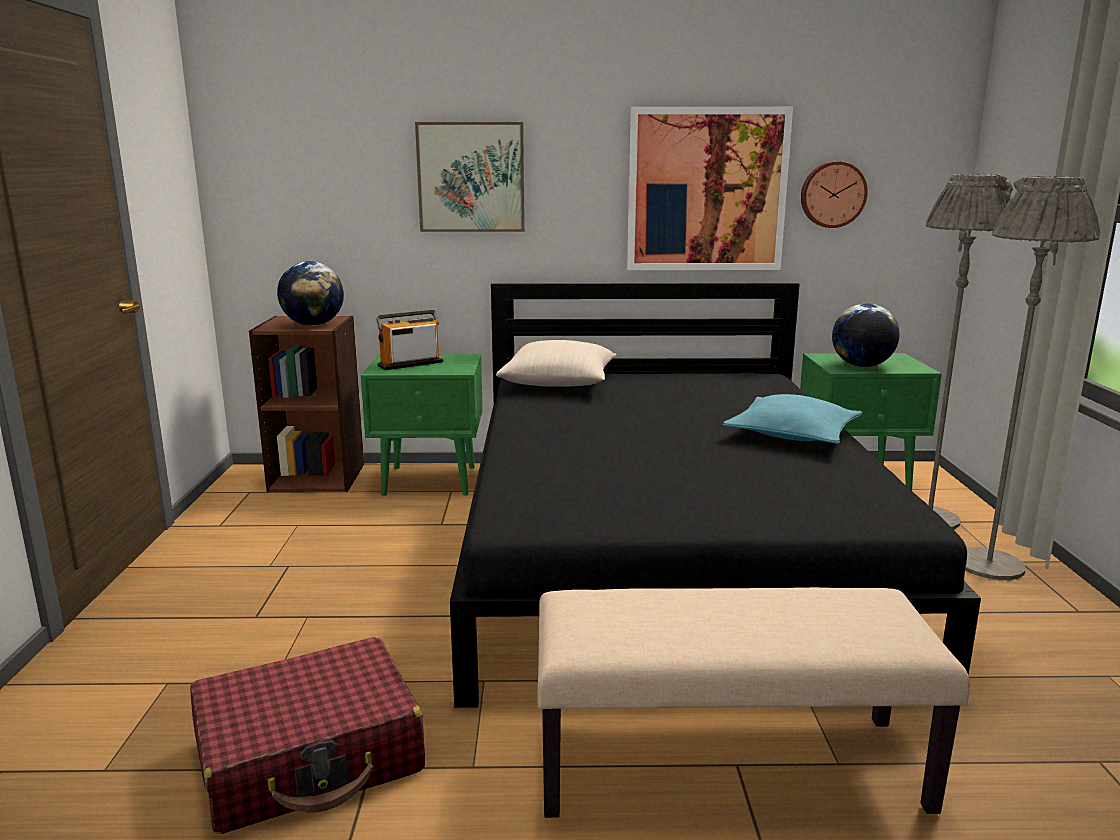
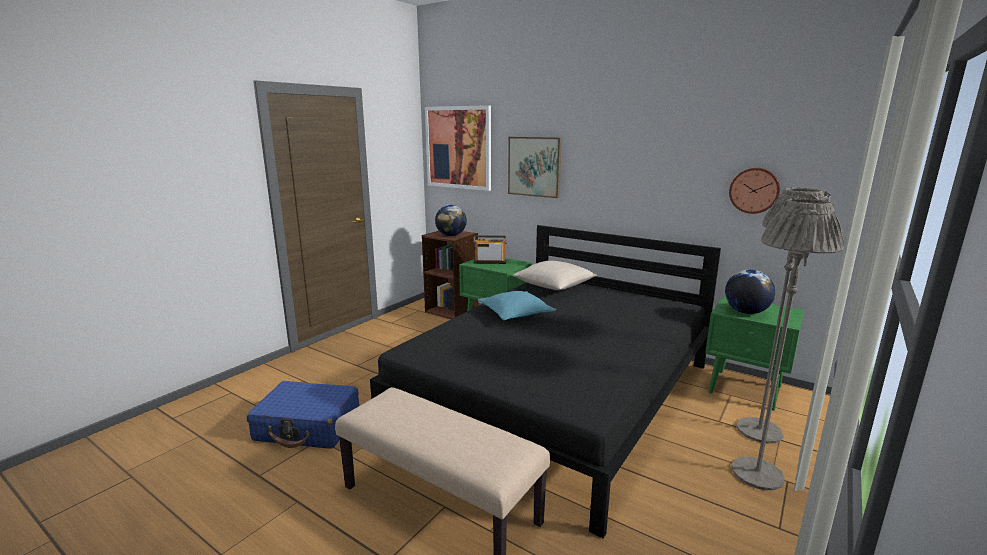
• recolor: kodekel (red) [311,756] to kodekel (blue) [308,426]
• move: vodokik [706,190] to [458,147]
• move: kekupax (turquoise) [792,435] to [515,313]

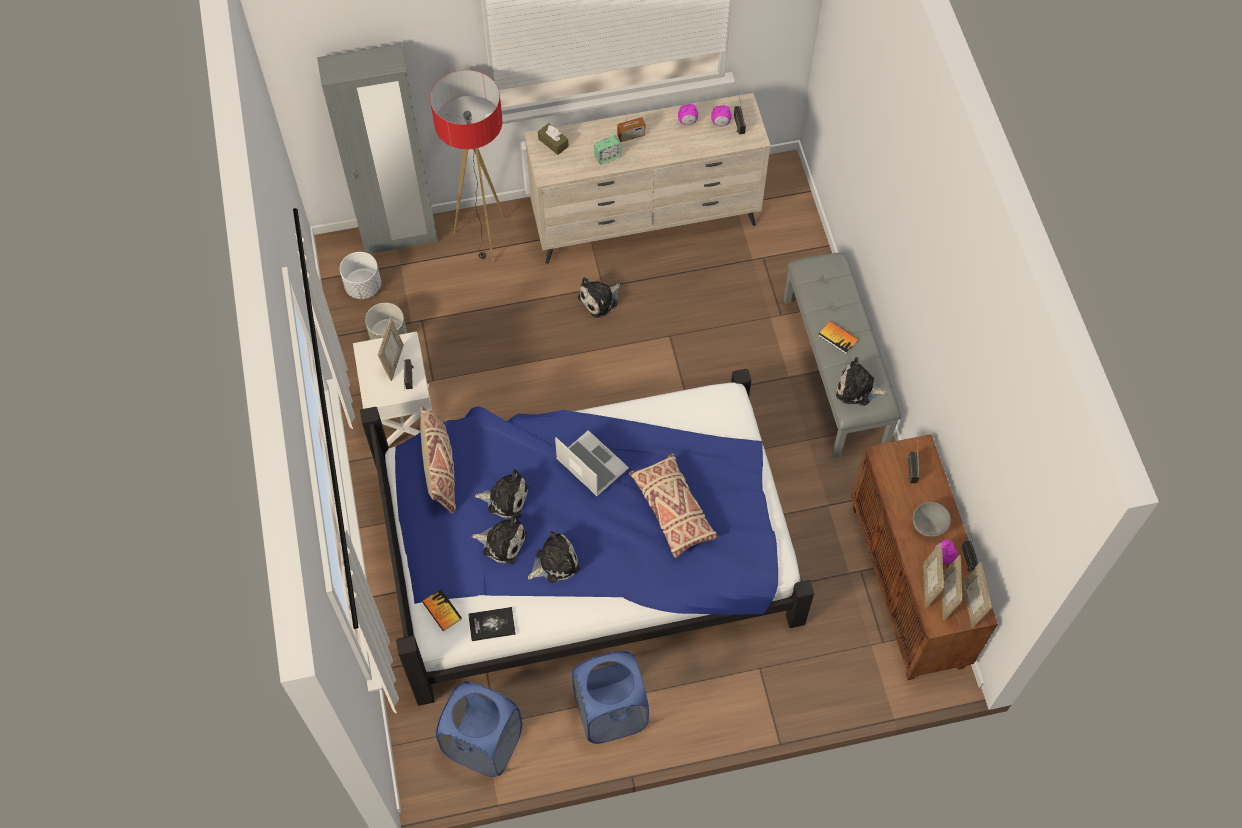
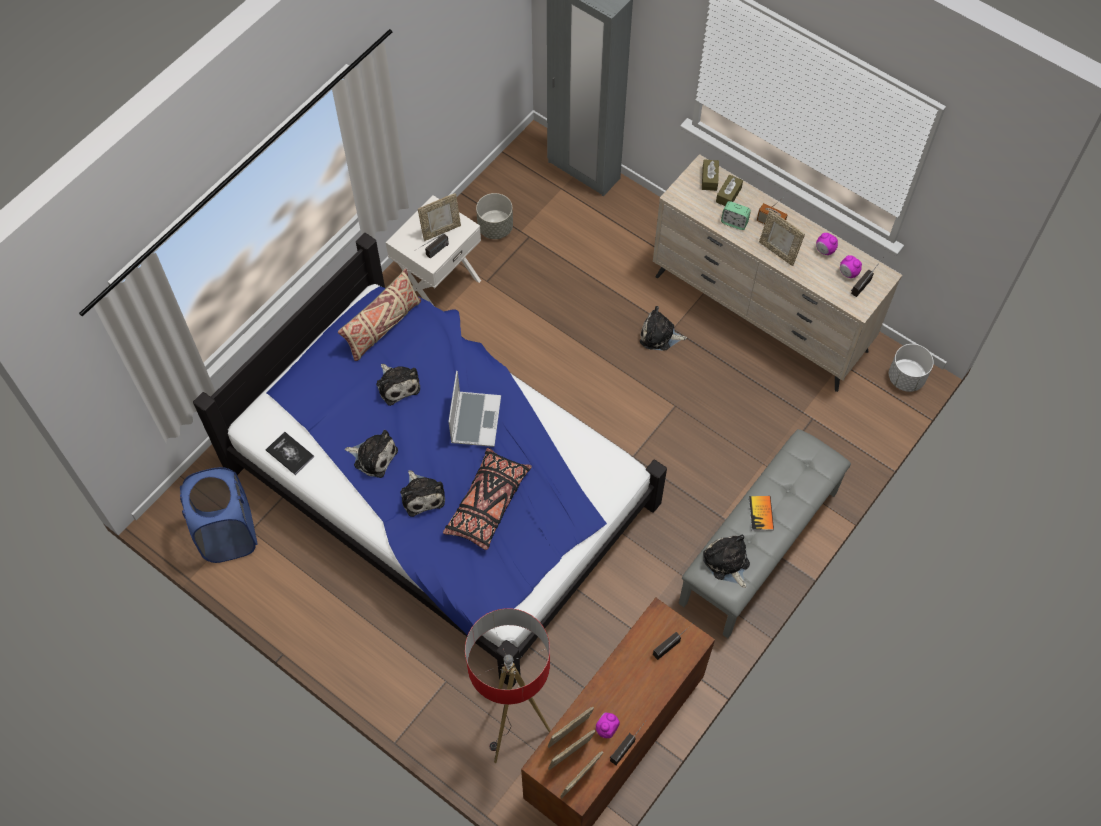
• move: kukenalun [502,542] to [422,495]
• recolor: kekupax (beige) [673,510] to kekupax (black) [487,504]
• move: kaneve [484,238] to [513,731]
• insert: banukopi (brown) [728,195]
• insert: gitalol [778,252]
• move: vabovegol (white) [363,286] to [905,378]
• delete: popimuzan [442,610]
• delete: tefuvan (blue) [610,713]
• delete: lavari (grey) [929,526]

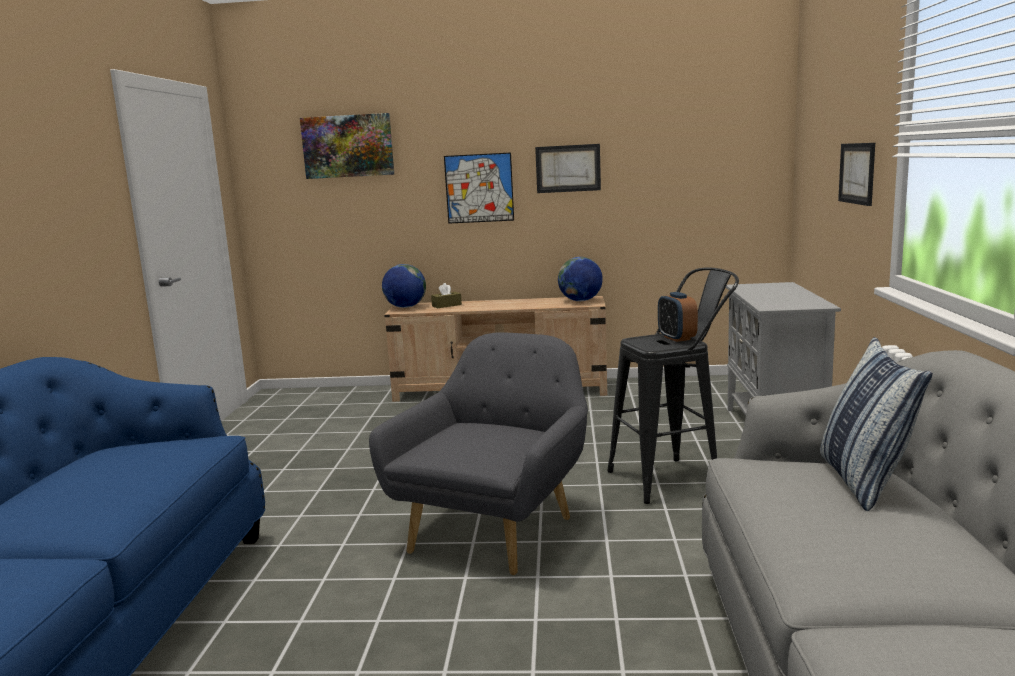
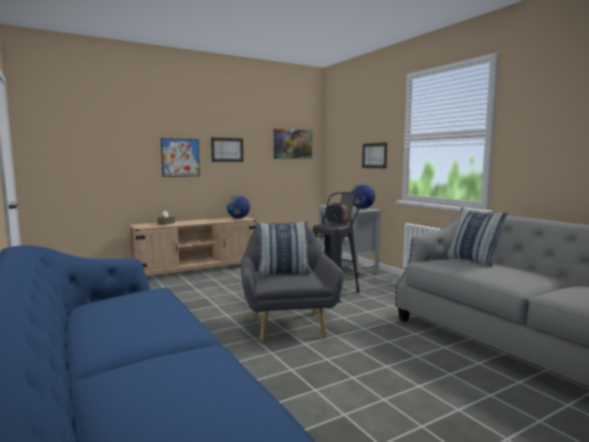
• insert: kekupax [283,272]
• move: vodokik [348,146] to [292,144]
• move: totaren [405,307] to [362,208]

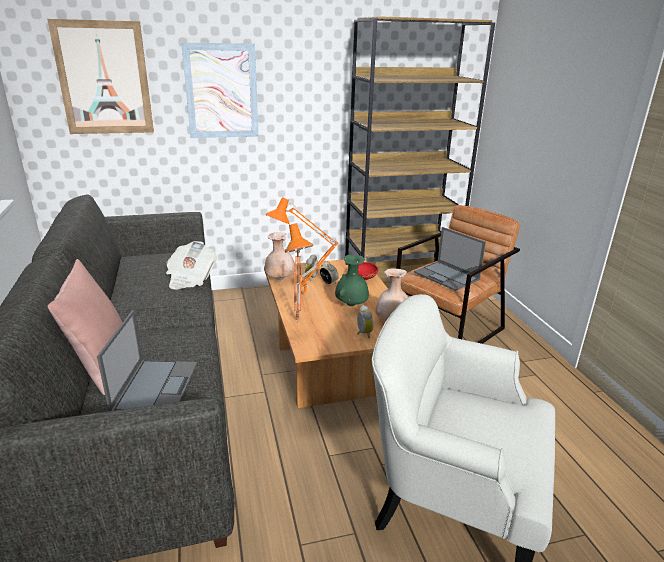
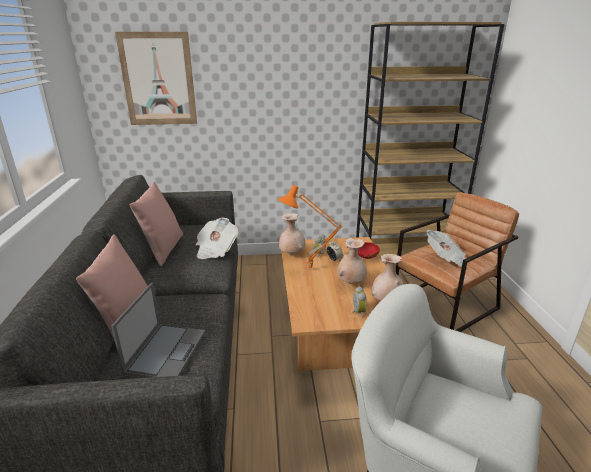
• insert: kekupax (pink) [163,250]
• recolor: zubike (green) [351,305] to zubike (beige) [351,283]
• replace: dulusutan [447,276] to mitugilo [445,258]
• delete: vodokik [221,91]
• delete: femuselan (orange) [299,322]

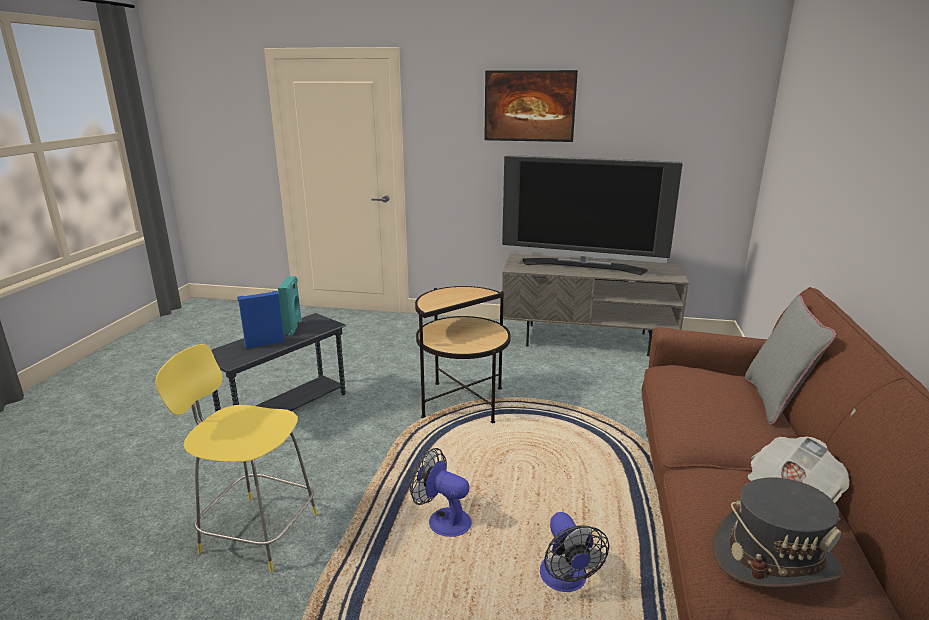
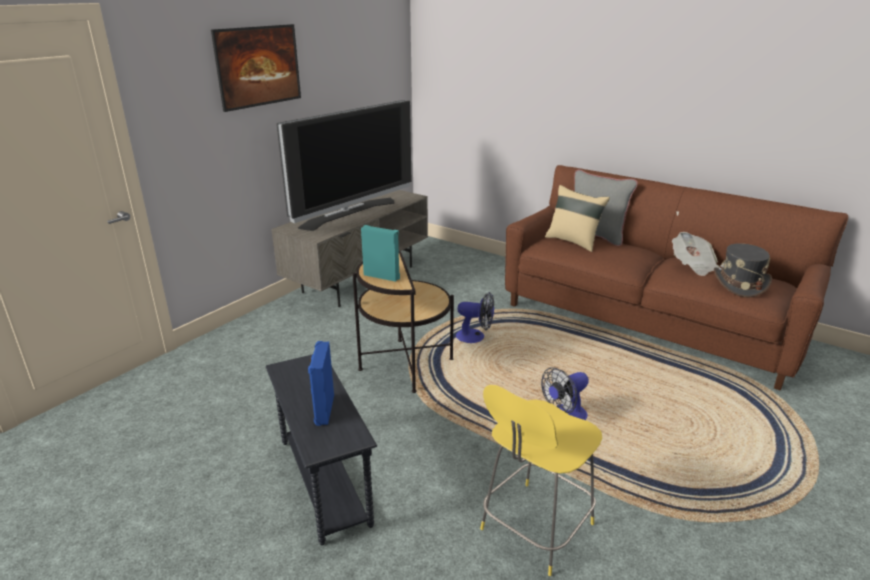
• move: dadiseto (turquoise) [293,328] to [382,276]
• move: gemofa [566,581] to [475,337]
• insert: kekupax (beige) [573,241]

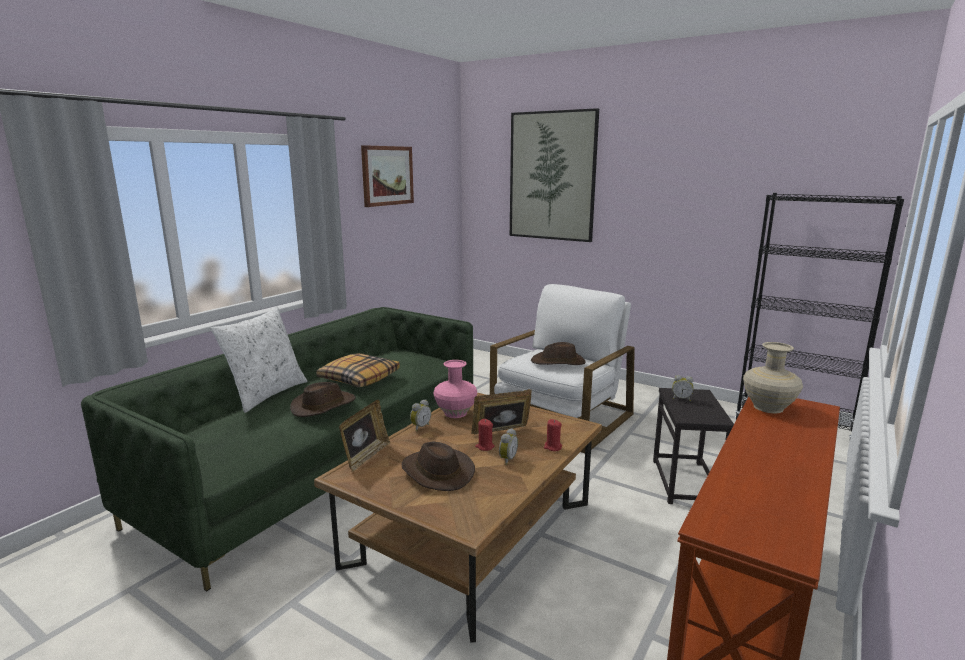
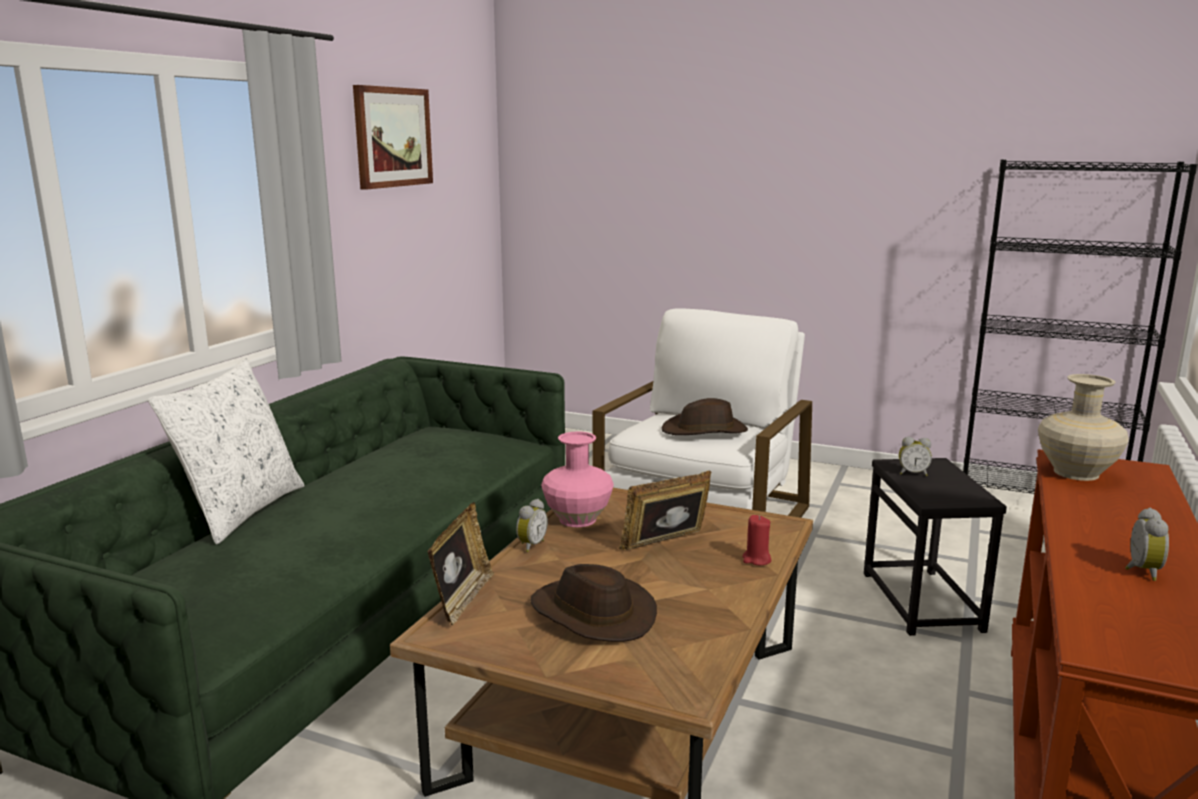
• move: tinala [507,459] to [1140,571]
• delete: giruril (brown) [323,406]
• delete: kekupax [359,378]
• delete: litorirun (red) [485,447]
• delete: vodokik [552,176]

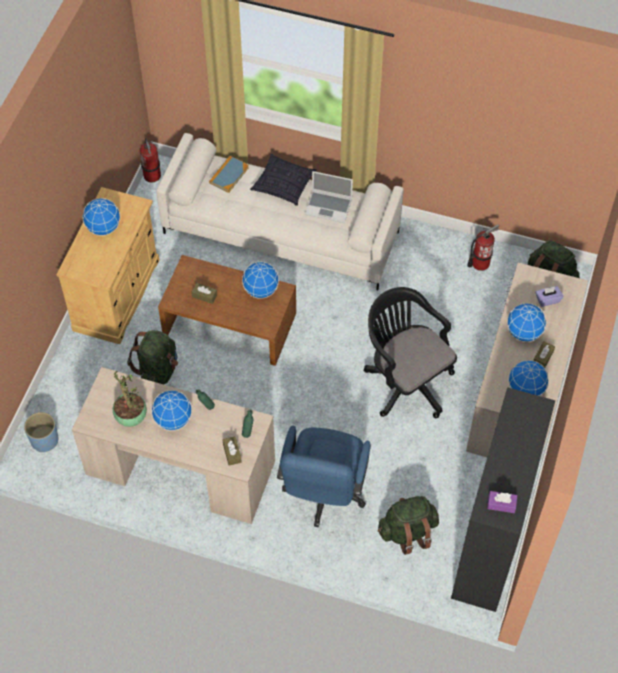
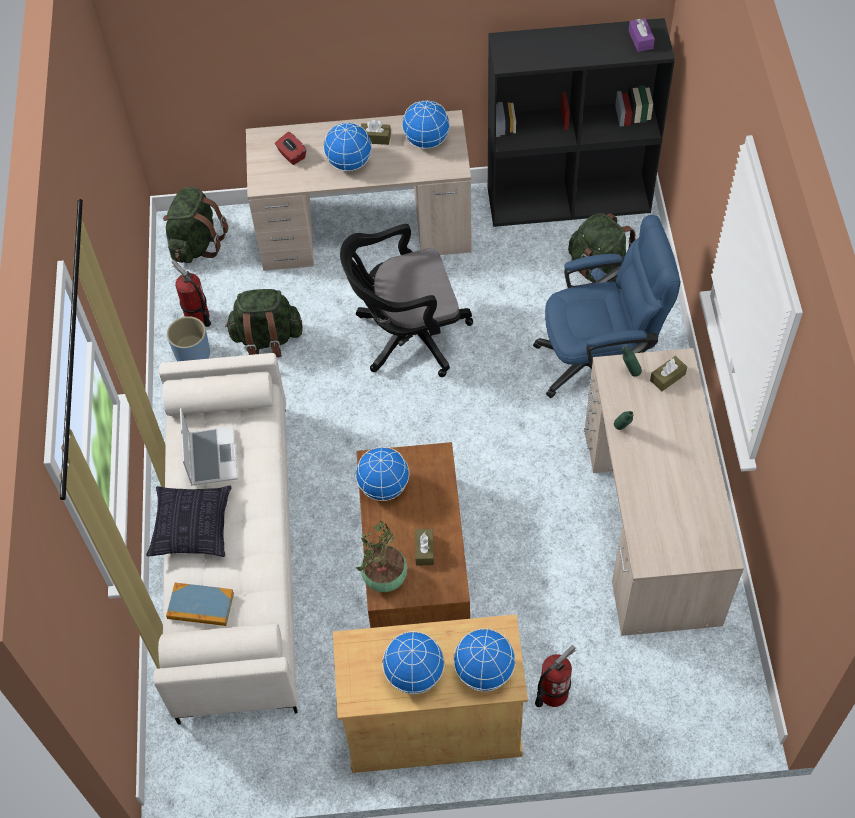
• move: vabovegol (blue) [44,440] to [193,355]
• move: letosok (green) [158,371] to [267,339]
• recolor: banukopi (purple) [547,300] to banukopi (red) [291,155]
• rotate: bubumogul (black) [405,380] = [406,336] 45 degrees clockwise
• move: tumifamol [130,417] to [384,580]
• move: totaren [173,420] to [484,671]
• move: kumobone [152,175] to [553,693]

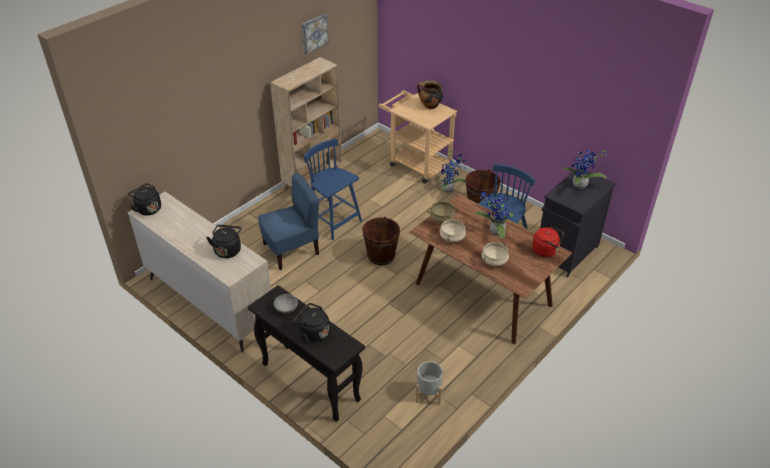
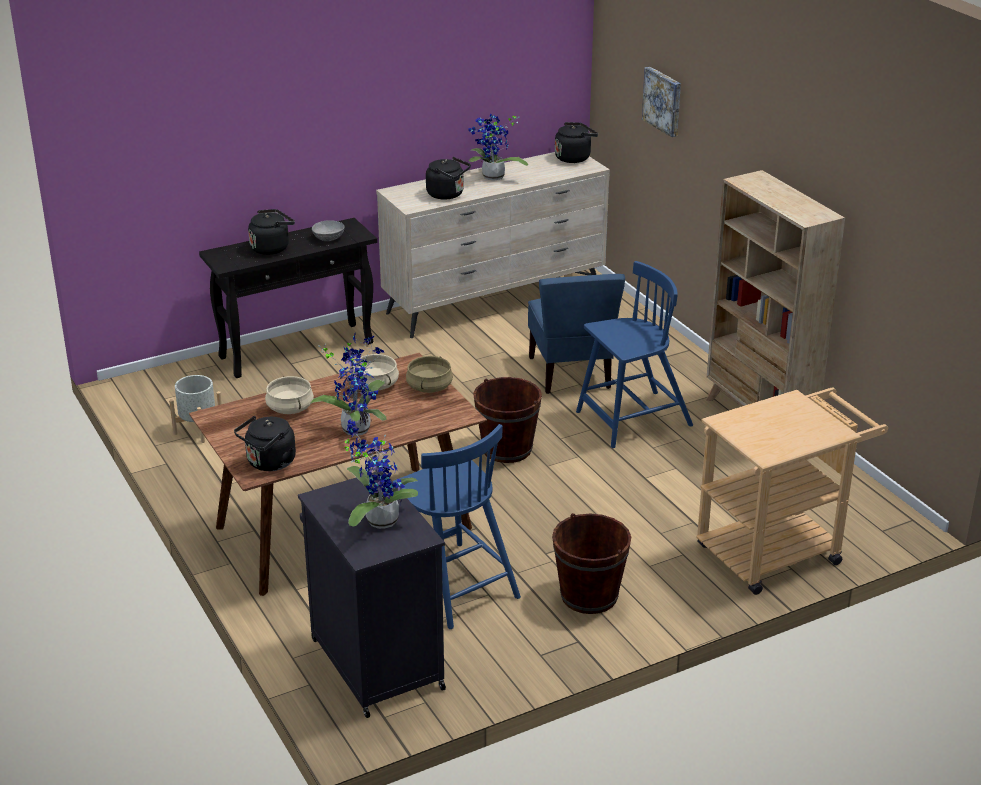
• recolor: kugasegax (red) [546,250] to kugasegax (black) [269,463]
• move: tumifamol [449,189] to [492,178]
• move: vodokik [314,33] to [663,101]
• delete: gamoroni [429,106]

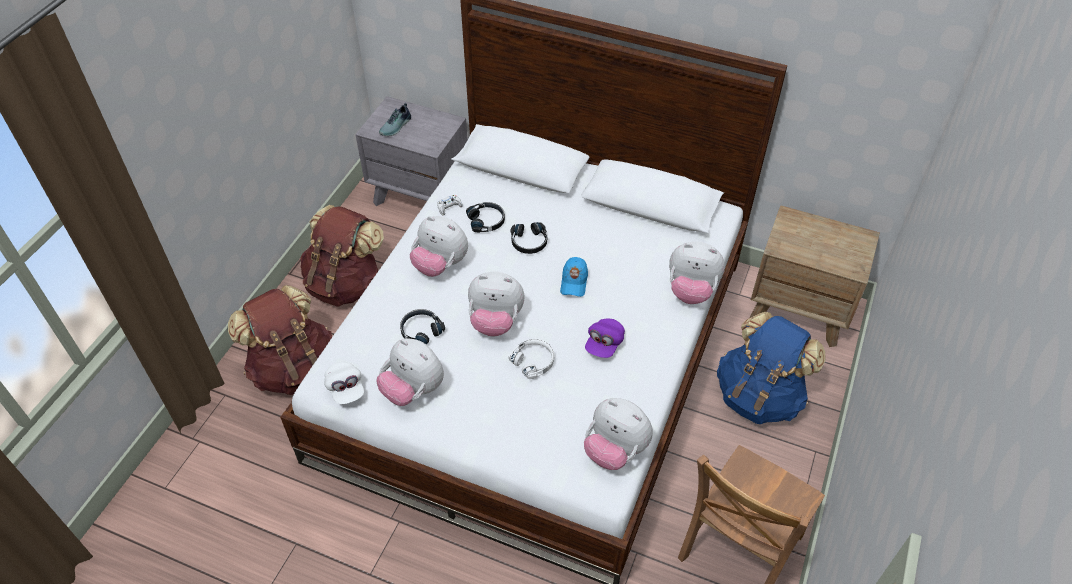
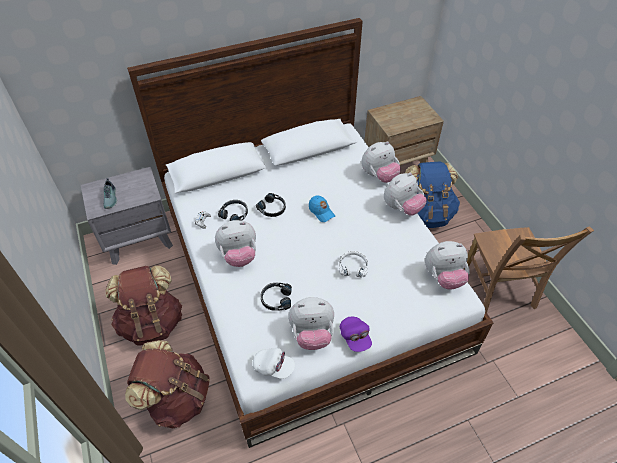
• move: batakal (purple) [604,344] to [355,338]
• move: kukenalun [495,321] to [402,208]

